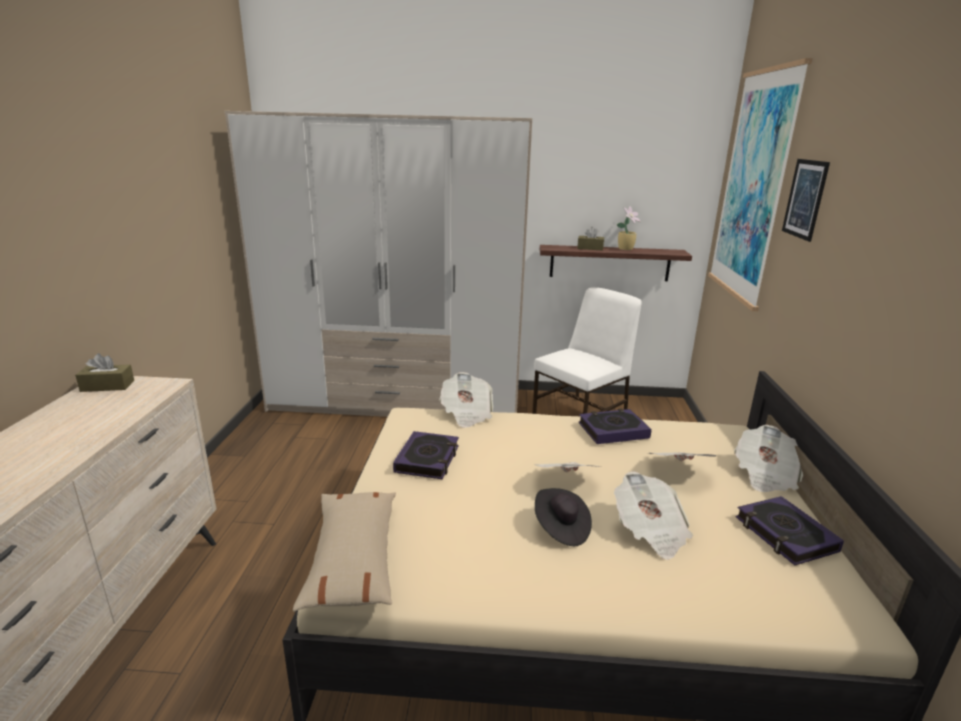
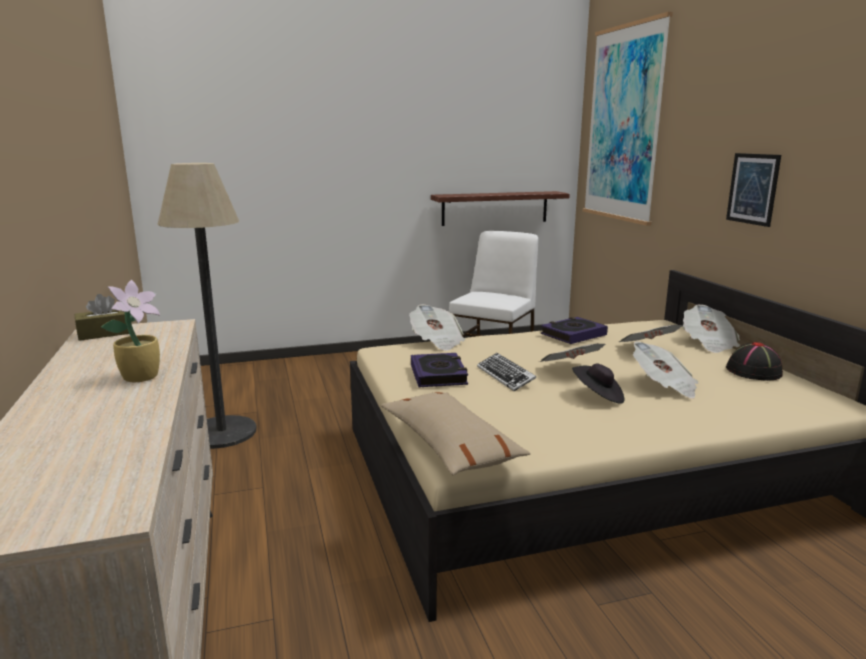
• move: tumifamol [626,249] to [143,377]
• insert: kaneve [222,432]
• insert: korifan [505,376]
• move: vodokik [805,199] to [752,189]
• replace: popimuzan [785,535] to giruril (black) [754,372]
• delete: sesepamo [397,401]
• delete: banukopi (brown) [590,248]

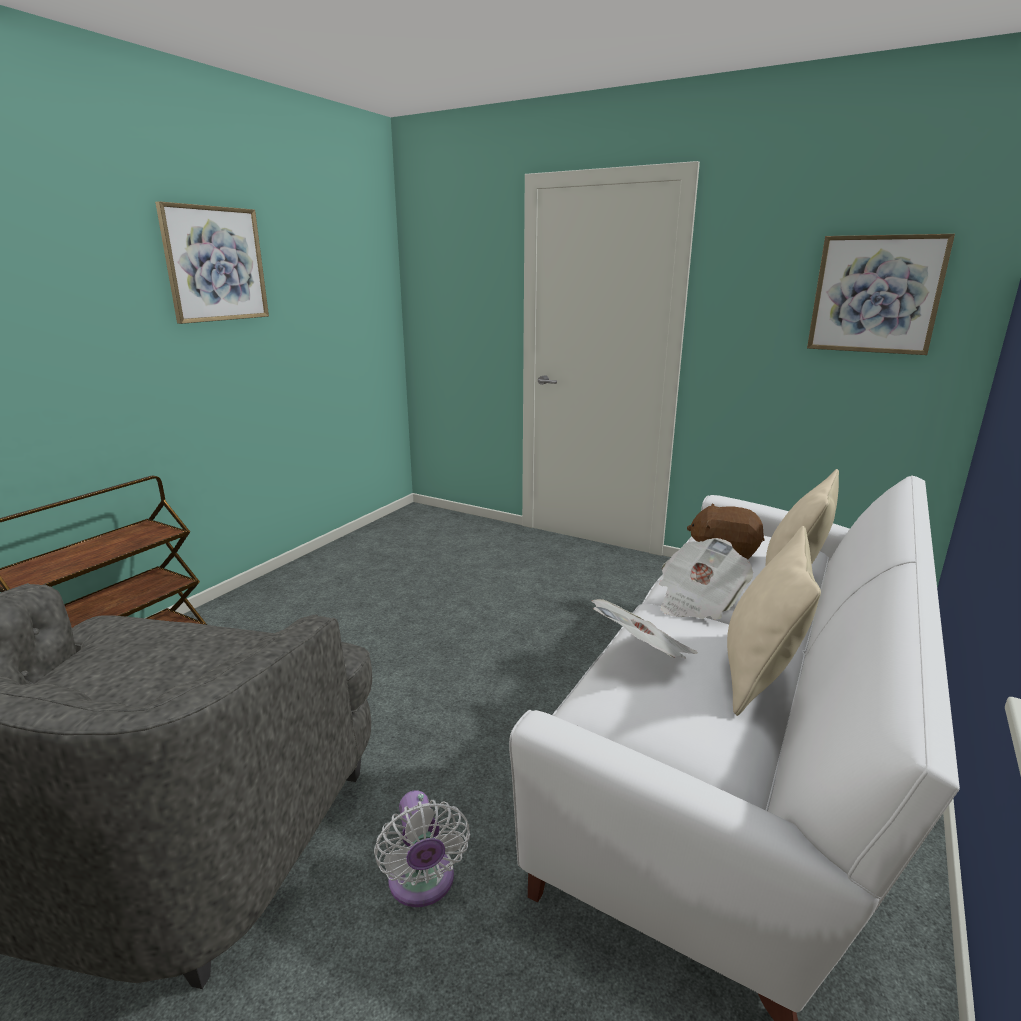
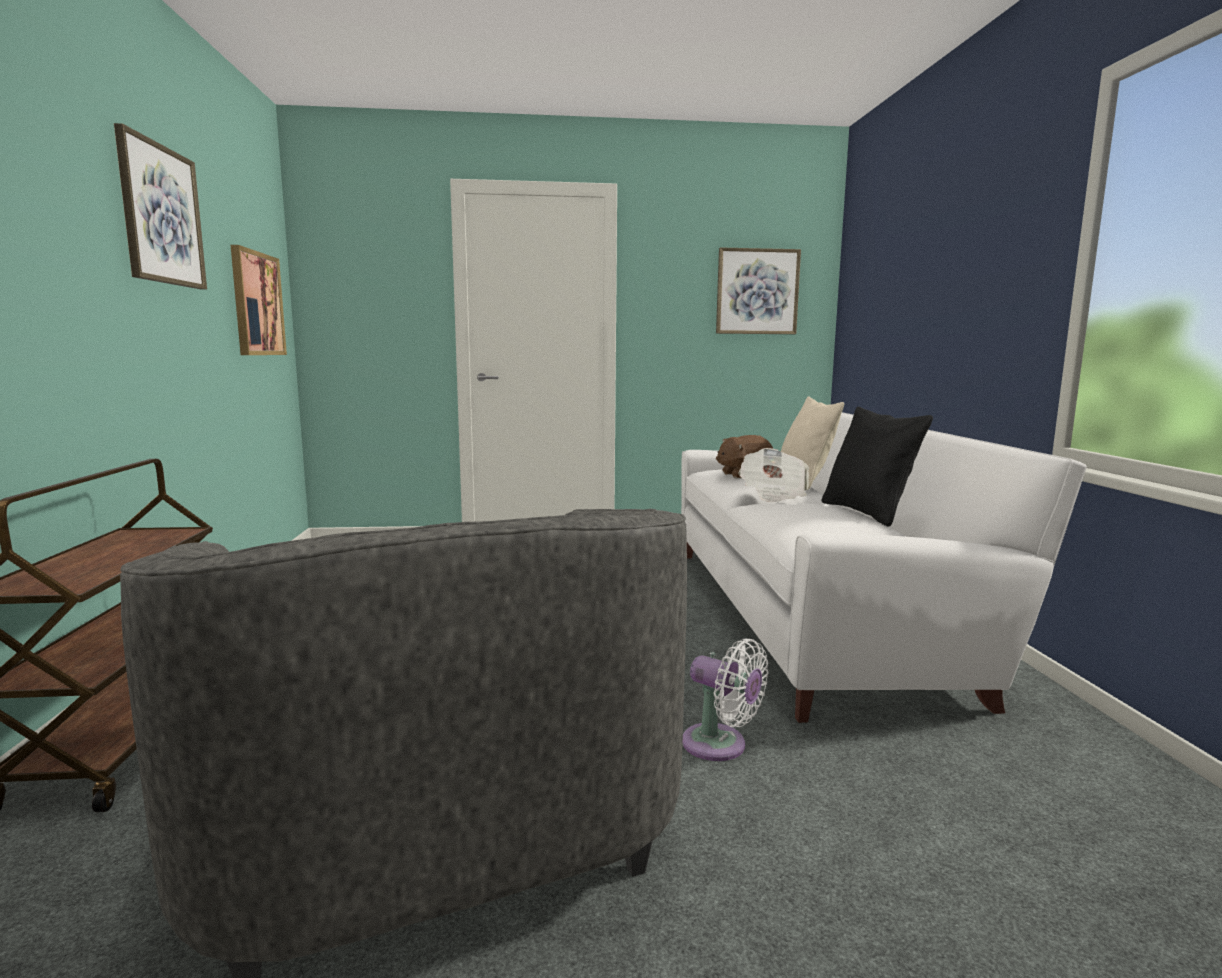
• insert: vodokik [257,304]
• recolor: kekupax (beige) [759,675] to kekupax (black) [867,513]
• delete: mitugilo [642,654]

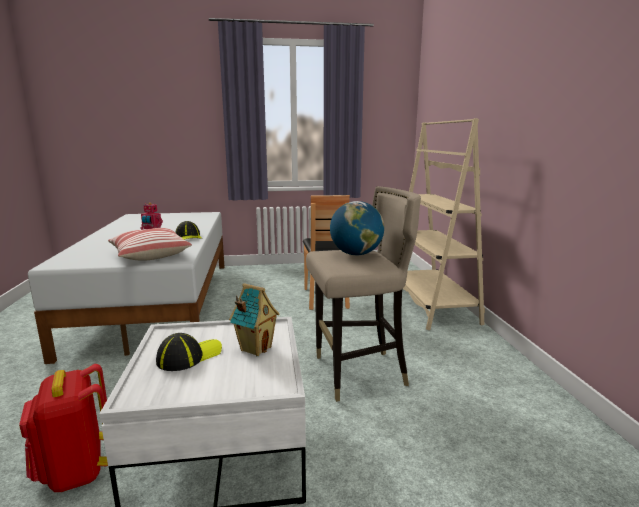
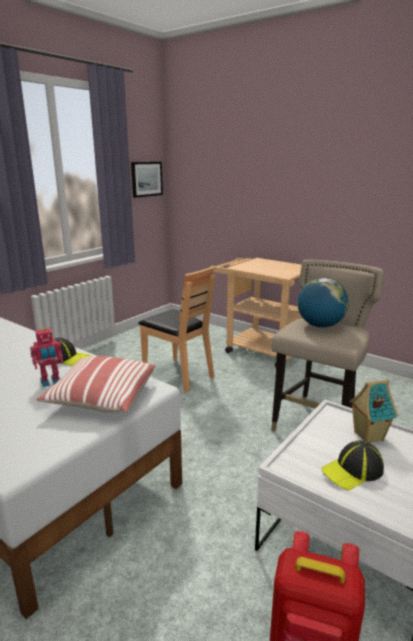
• insert: vodokik [146,179]
• replace: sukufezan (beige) [431,304] to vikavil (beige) [259,349]
• rotate: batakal [189,356] = [352,470] 120 degrees counterclockwise

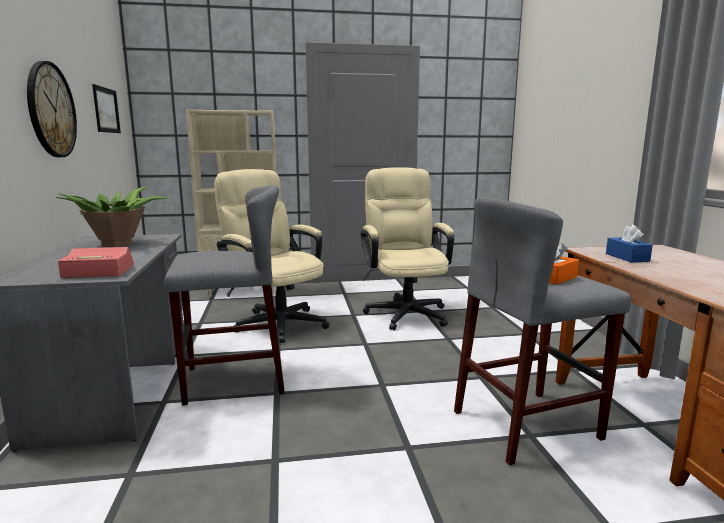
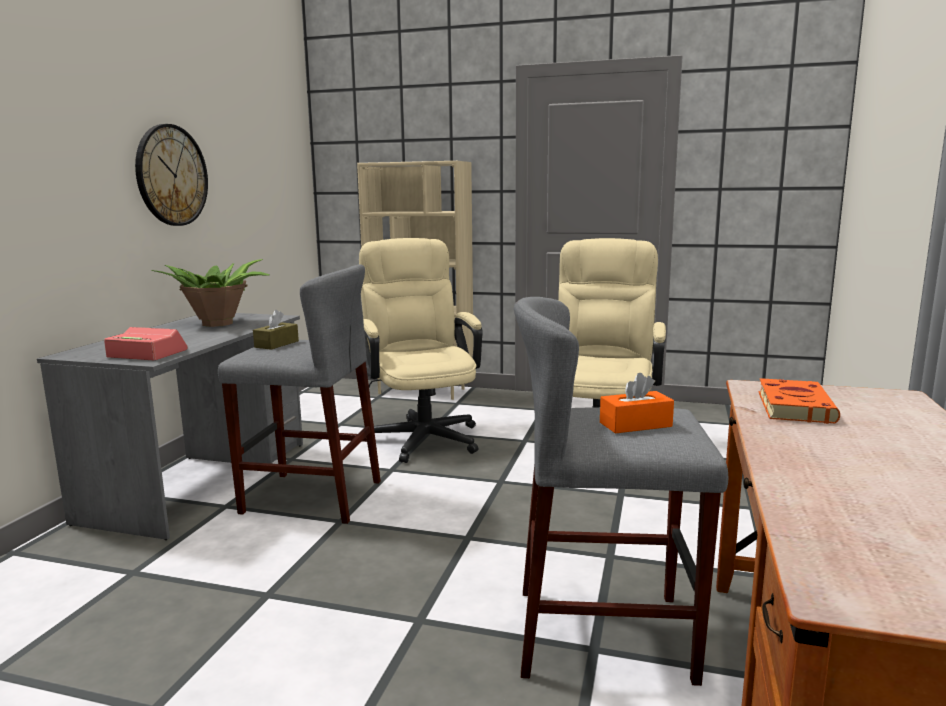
• insert: banukopi (brown) [276,344]
• replace: banukopi (blue) [627,257] to popimuzan (orange) [794,406]
• delete: vodokik [106,110]

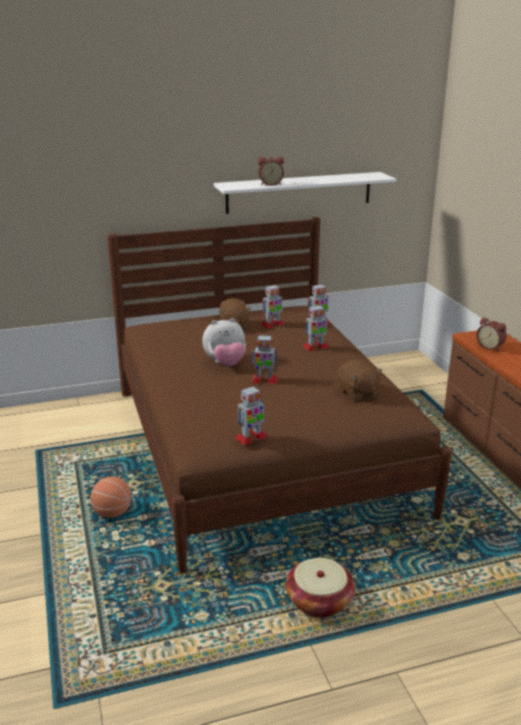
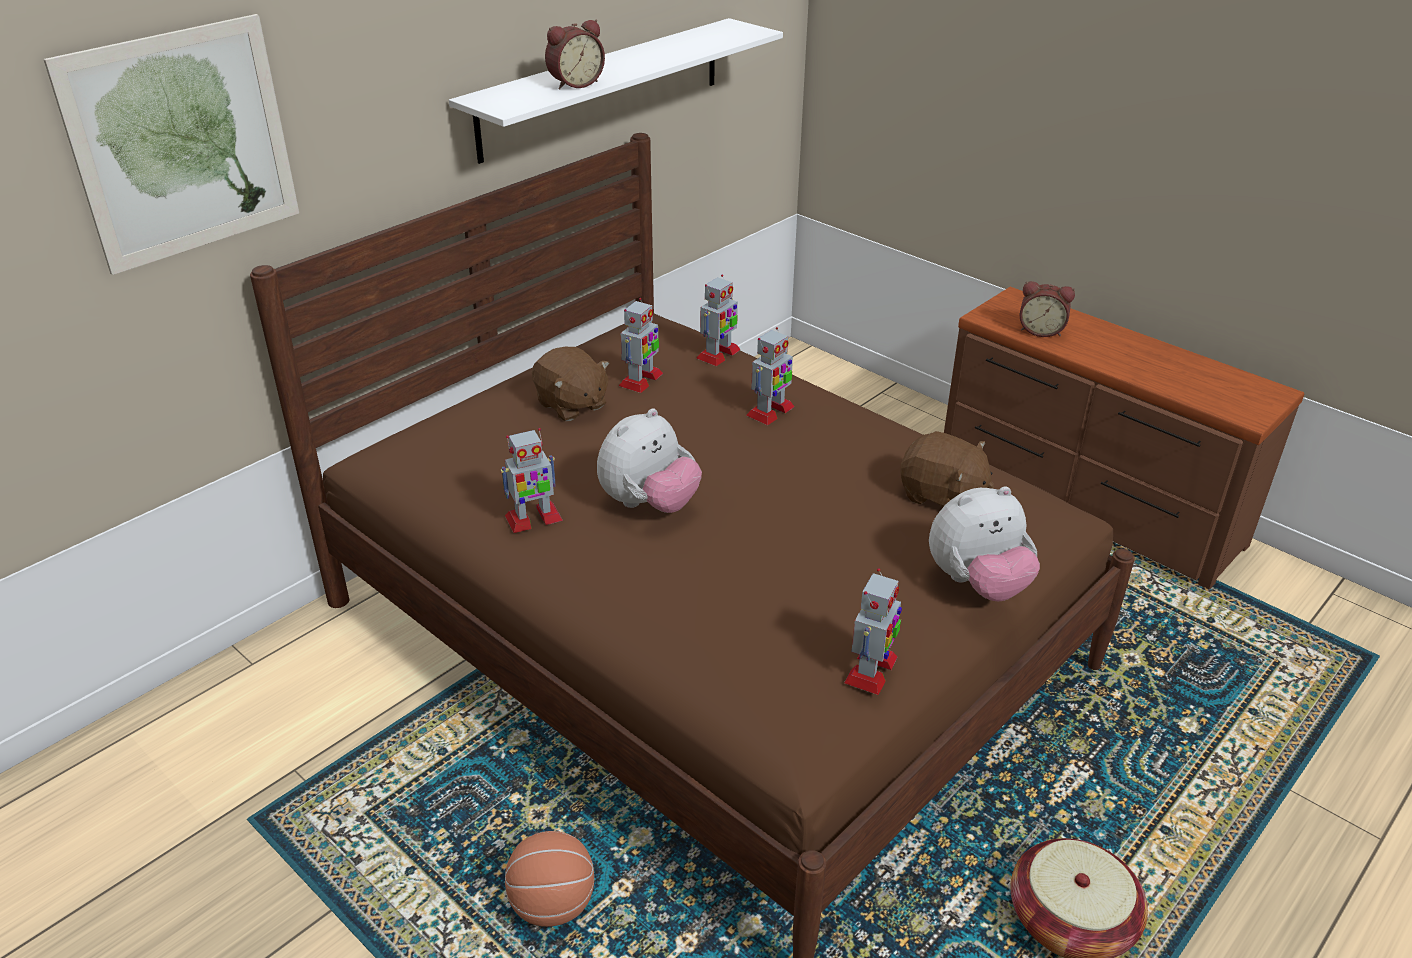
• insert: vodokik [183,143]
• move: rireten [264,380] to [533,518]
• insert: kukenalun [977,584]

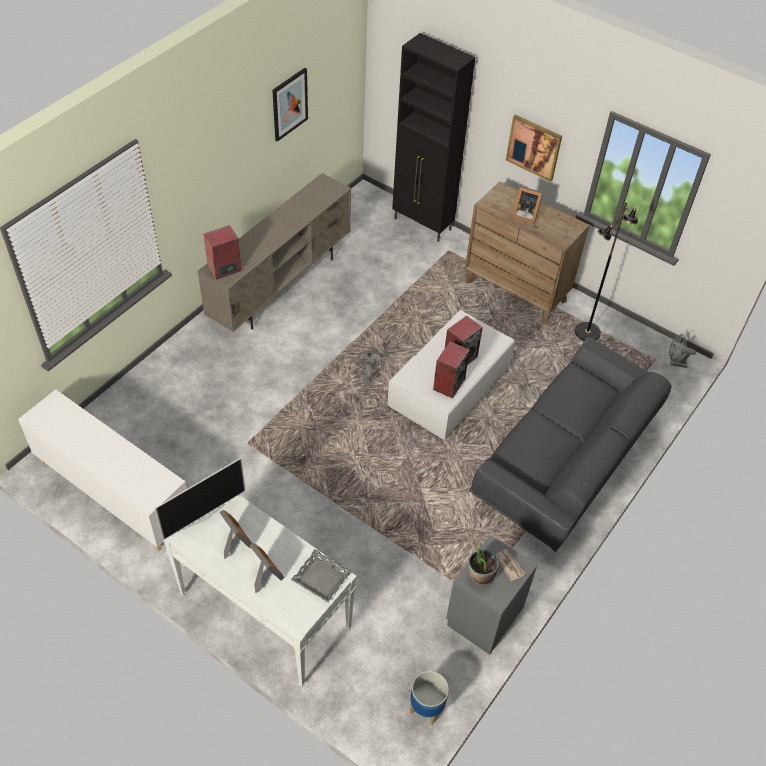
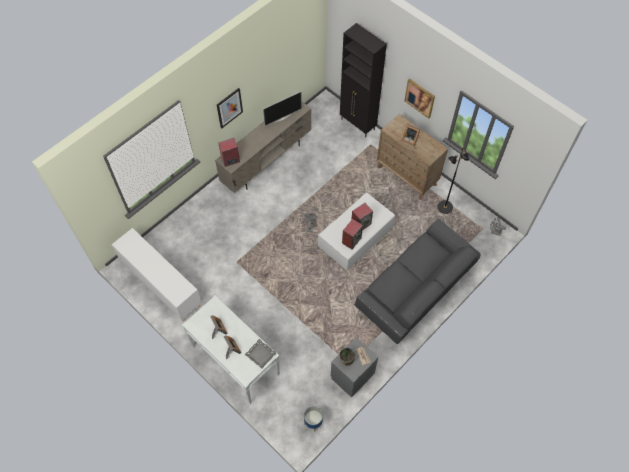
• move: vodokik [289,104] to [229,108]
• move: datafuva [203,516] to [282,118]

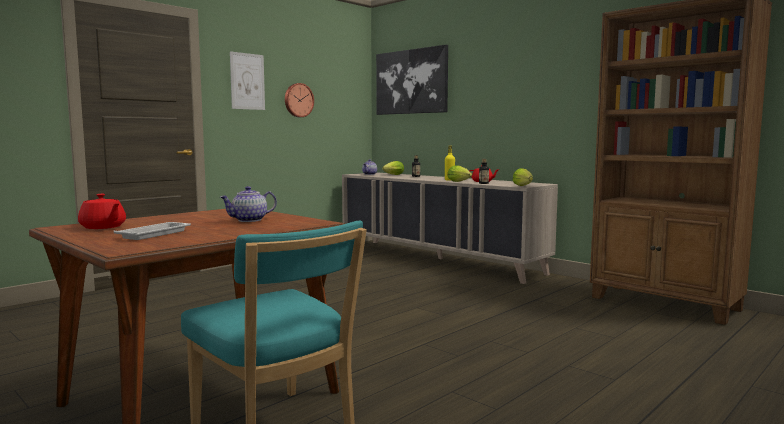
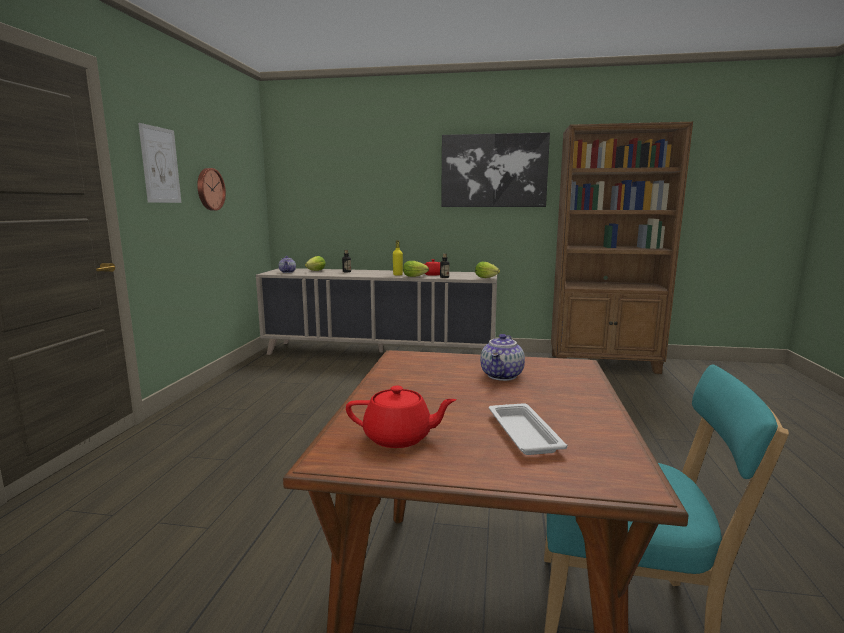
• move: vodokik [411,82] to [494,171]

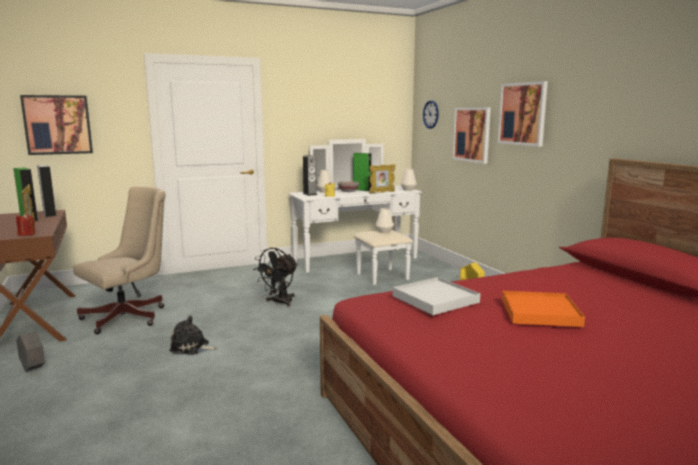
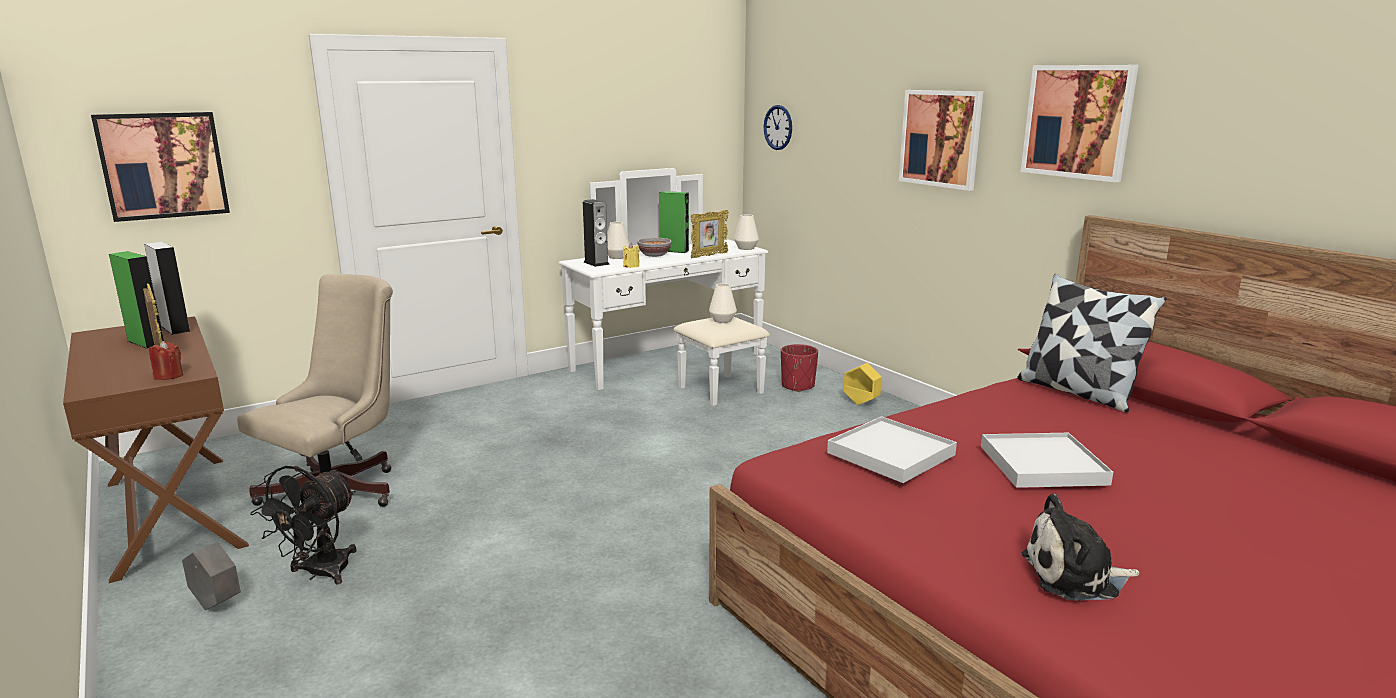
• move: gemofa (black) [279,302] to [319,574]
• insert: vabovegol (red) [798,386]
• recolor: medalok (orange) [539,312] to medalok (white) [1042,465]
• insert: kekupax [1077,392]
• move: vodokik [472,134] to [1078,121]
• move: kukenalun [191,348] to [1075,576]

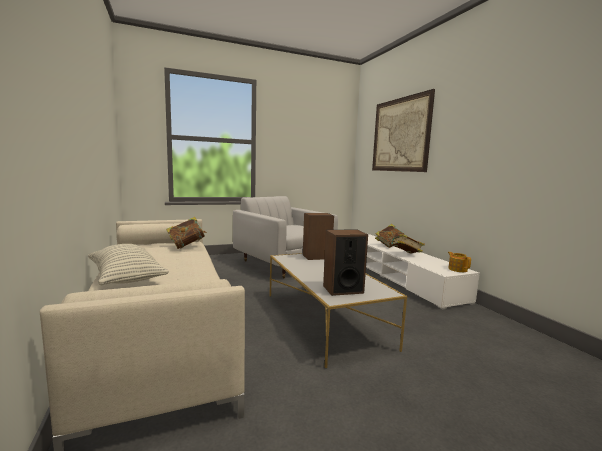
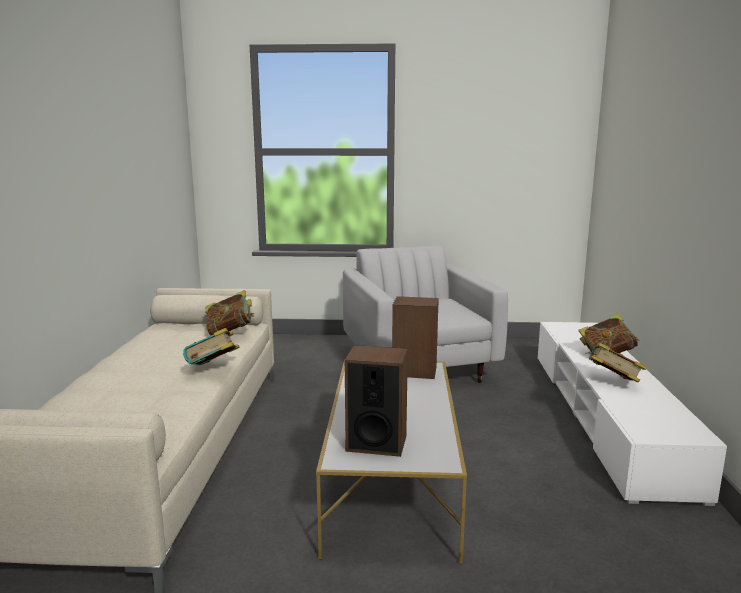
• insert: popimuzan [213,370]
• delete: kekupax [126,278]
• delete: vodokik [400,135]
• delete: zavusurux [457,269]

